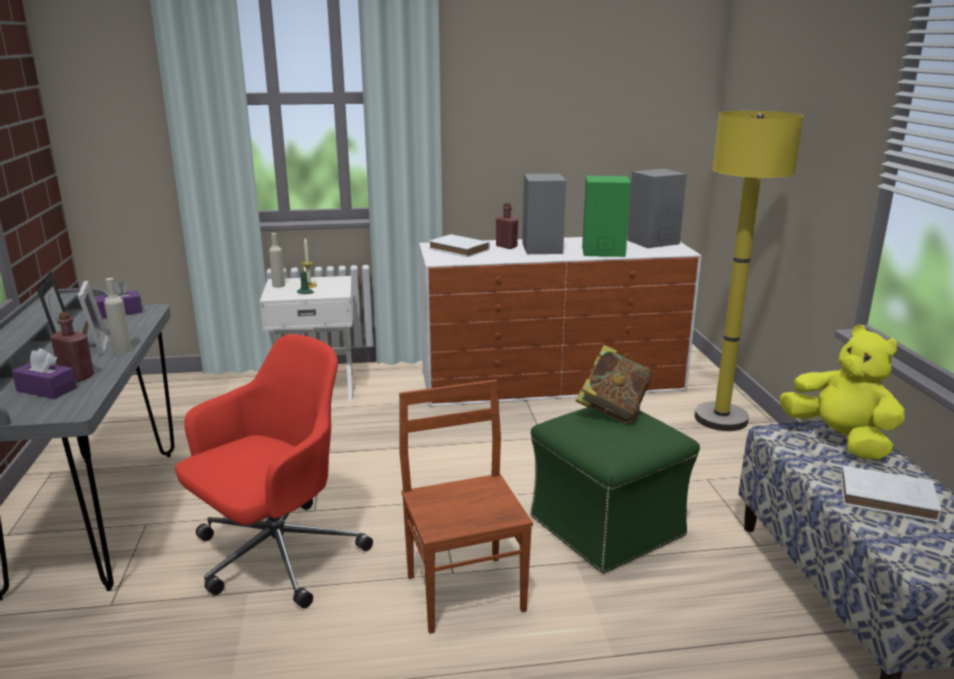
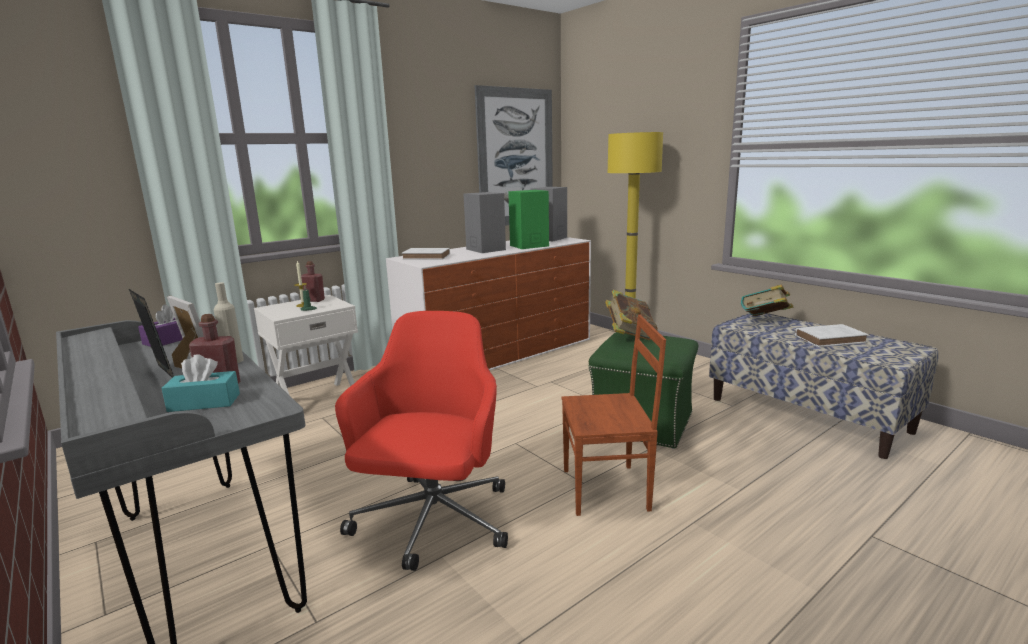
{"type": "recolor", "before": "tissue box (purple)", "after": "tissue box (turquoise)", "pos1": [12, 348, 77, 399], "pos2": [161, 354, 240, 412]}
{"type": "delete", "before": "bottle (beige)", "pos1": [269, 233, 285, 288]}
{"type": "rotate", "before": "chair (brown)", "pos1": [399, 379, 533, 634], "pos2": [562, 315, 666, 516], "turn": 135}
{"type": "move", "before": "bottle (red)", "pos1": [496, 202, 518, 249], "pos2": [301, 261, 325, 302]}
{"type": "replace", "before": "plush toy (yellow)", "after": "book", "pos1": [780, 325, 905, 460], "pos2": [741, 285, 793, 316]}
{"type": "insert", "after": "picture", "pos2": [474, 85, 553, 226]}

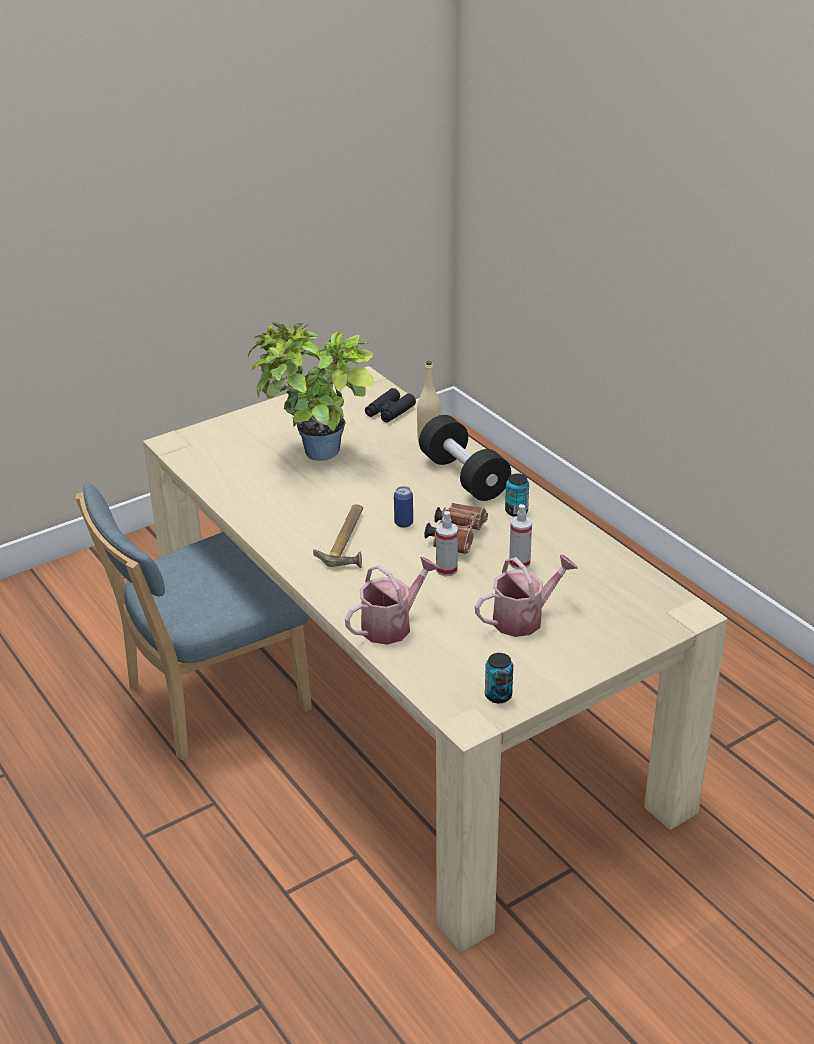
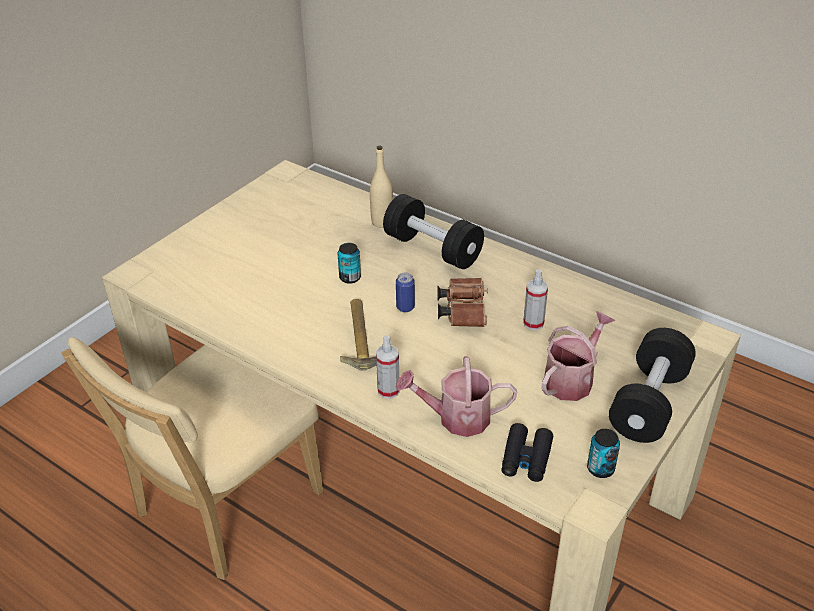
{"type": "recolor", "before": "chair (blue)", "after": "chair (beige)", "pos1": [76, 482, 312, 760], "pos2": [62, 337, 324, 580]}
{"type": "delete", "before": "potted plant", "pos1": [248, 322, 375, 461]}
{"type": "rotate", "before": "watering can", "pos1": [345, 557, 440, 645], "pos2": [396, 356, 517, 437], "turn": -120}
{"type": "move", "before": "binoculars (black)", "pos1": [365, 388, 416, 423], "pos2": [501, 423, 553, 482]}
{"type": "move", "before": "spray bottle", "pos1": [436, 511, 458, 576], "pos2": [376, 335, 400, 399]}
{"type": "move", "before": "can", "pos1": [505, 474, 529, 517], "pos2": [337, 243, 361, 284]}
{"type": "insert", "after": "dumbbell (black)", "pos2": [609, 328, 696, 443]}

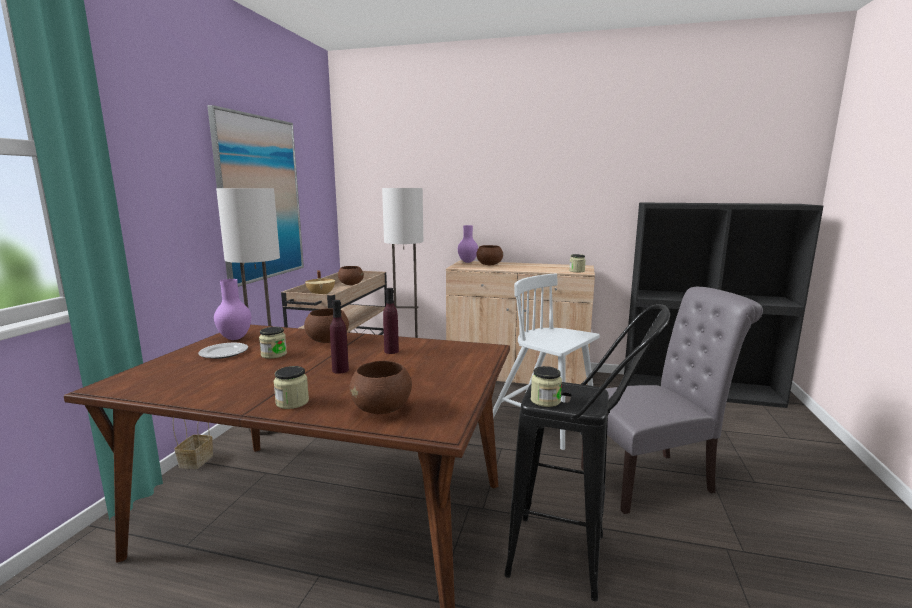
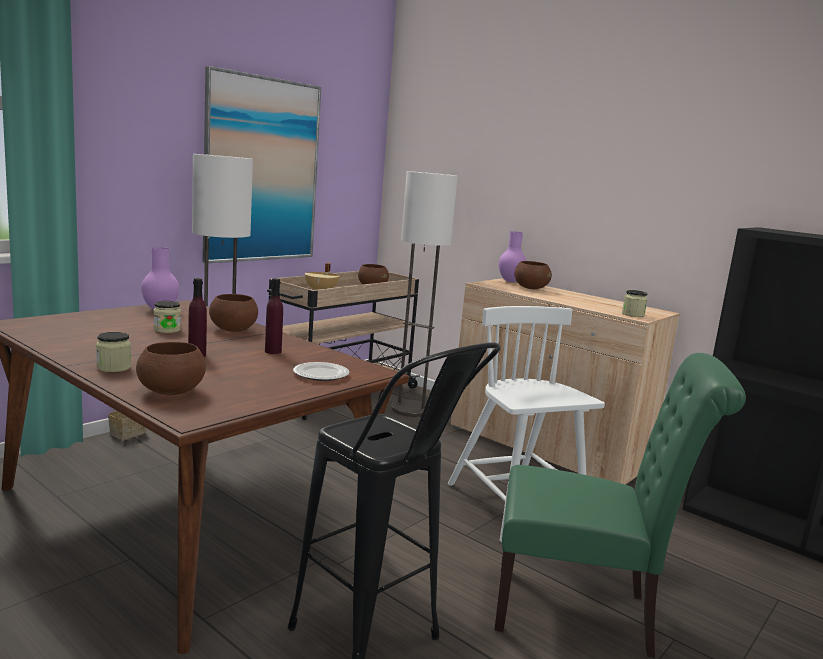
{"type": "move", "before": "plate", "pos1": [198, 343, 248, 359], "pos2": [293, 362, 350, 381]}
{"type": "delete", "before": "jar", "pos1": [531, 366, 562, 407]}
{"type": "recolor", "before": "chair (grey)", "after": "chair (green)", "pos1": [581, 287, 763, 514], "pos2": [494, 353, 746, 658]}

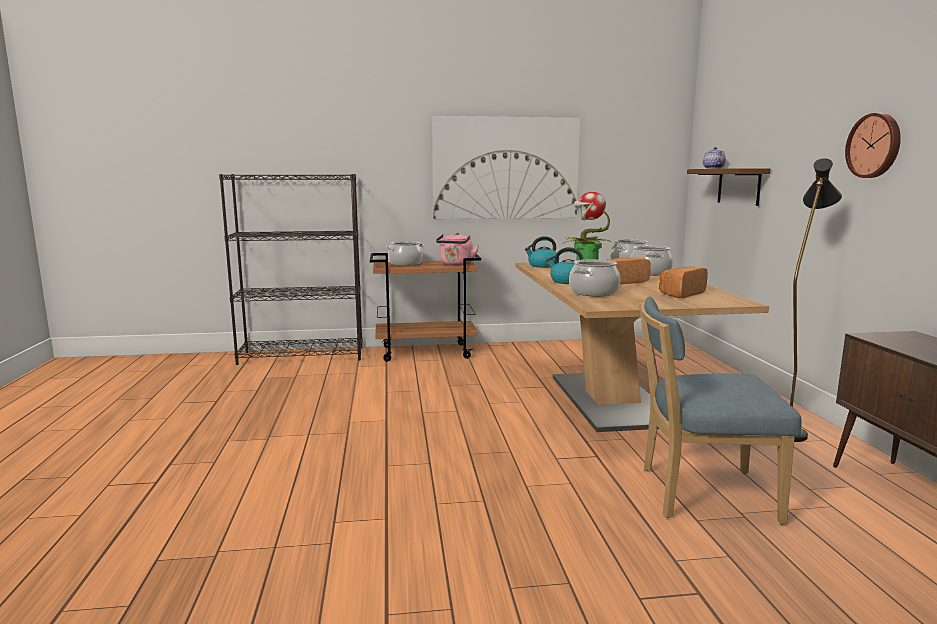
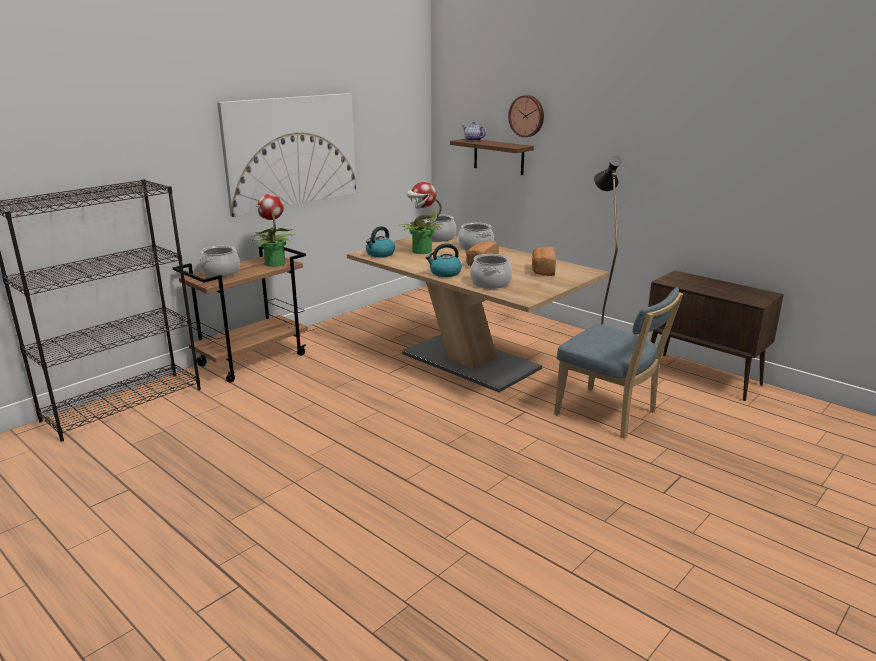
{"type": "replace", "before": "kettle (pink)", "after": "potted plant", "pos1": [436, 232, 479, 266], "pos2": [252, 194, 294, 267]}
{"type": "rotate", "before": "chair (blue)", "pos1": [639, 296, 801, 525], "pos2": [554, 288, 683, 439], "turn": -105}
{"type": "move", "before": "wall clock", "pos1": [845, 113, 901, 178], "pos2": [508, 95, 544, 137]}

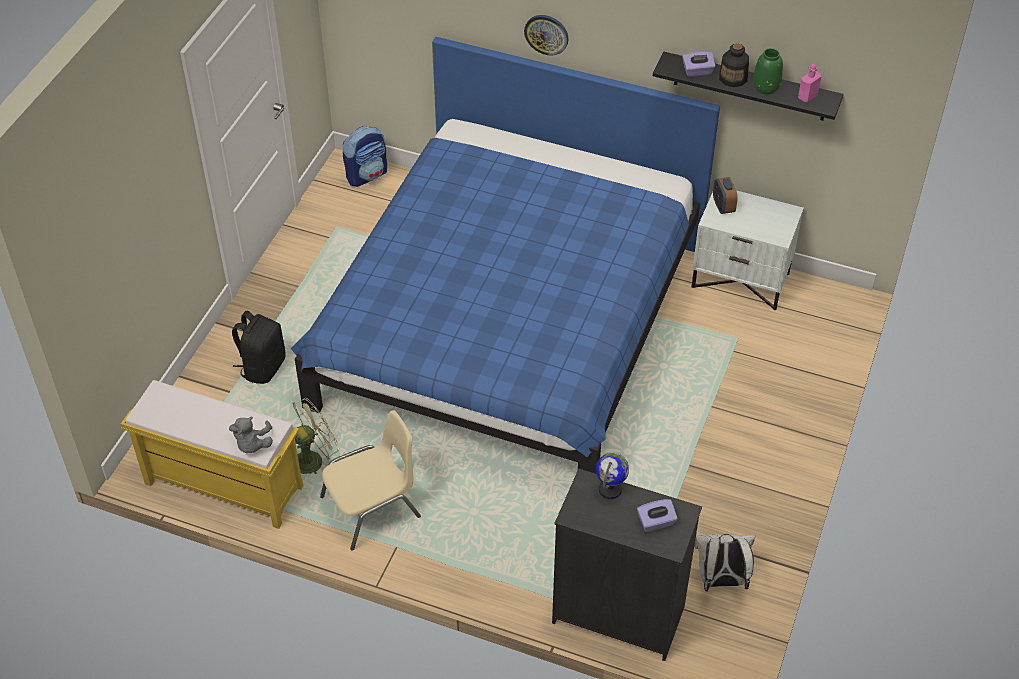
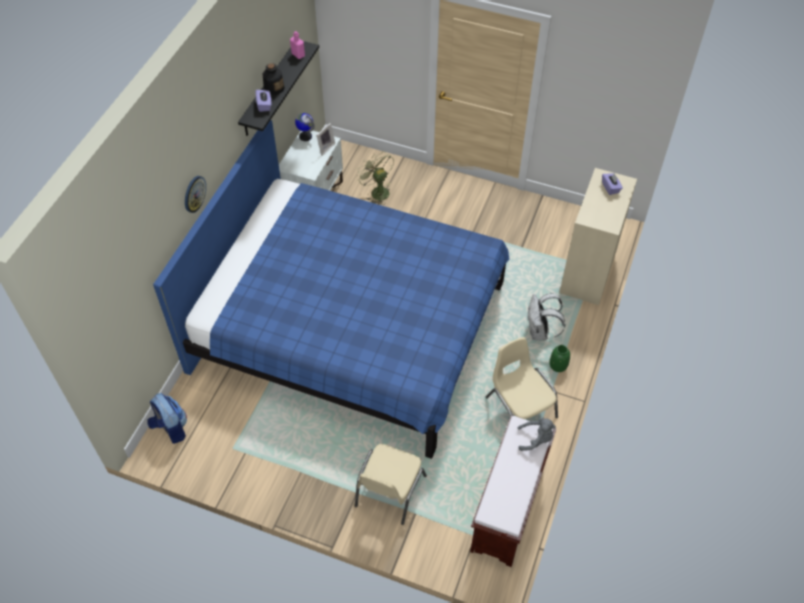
{"type": "recolor", "before": "bench (yellow)", "after": "bench (brown)", "pos1": [121, 380, 303, 529], "pos2": [470, 415, 557, 567]}
{"type": "replace", "before": "backpack (black)", "after": "chair (beige)", "pos1": [232, 311, 286, 384], "pos2": [355, 444, 427, 525]}
{"type": "move", "before": "fan (green)", "pos1": [293, 398, 340, 474], "pos2": [356, 151, 394, 205]}
{"type": "recolor", "before": "dresser (black)", "after": "dresser (beige)", "pos1": [552, 469, 702, 661], "pos2": [559, 168, 637, 305]}
{"type": "move", "before": "globe", "pos1": [596, 453, 629, 499], "pos2": [295, 113, 315, 141]}
{"type": "move", "before": "backpack (white)", "pos1": [694, 534, 756, 591], "pos2": [527, 293, 565, 340]}
{"type": "delete", "before": "alarm clock", "pos1": [713, 177, 738, 214]}
{"type": "move", "before": "vase (green)", "pos1": [753, 48, 783, 94], "pos2": [549, 345, 570, 372]}
{"type": "insert", "after": "picture frame", "pos2": [316, 123, 335, 156]}

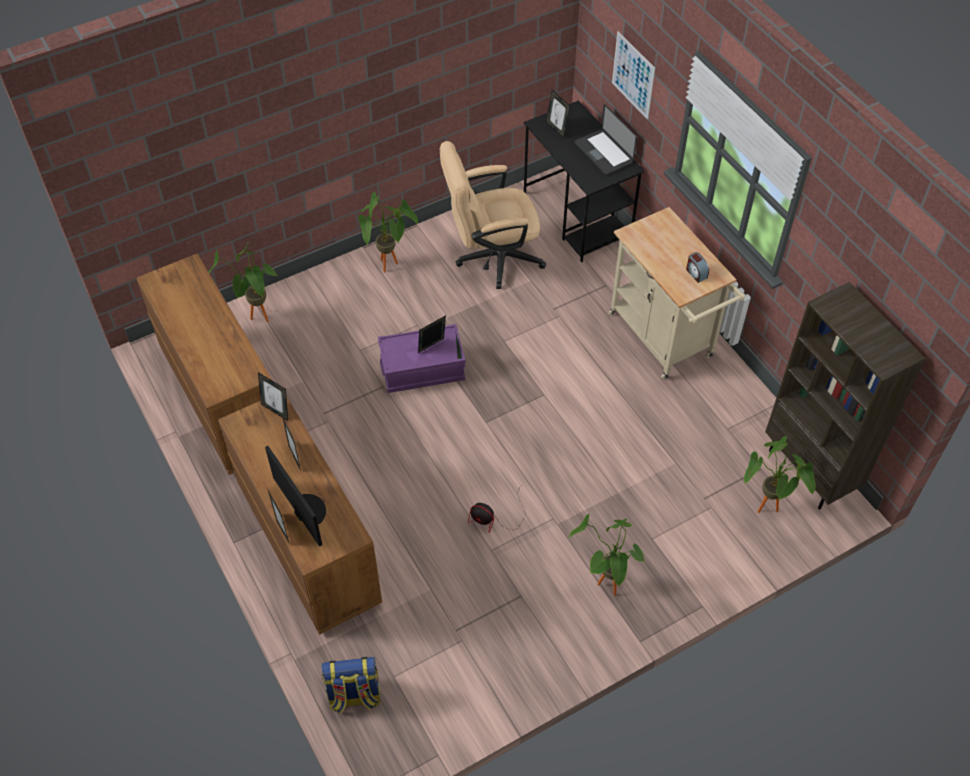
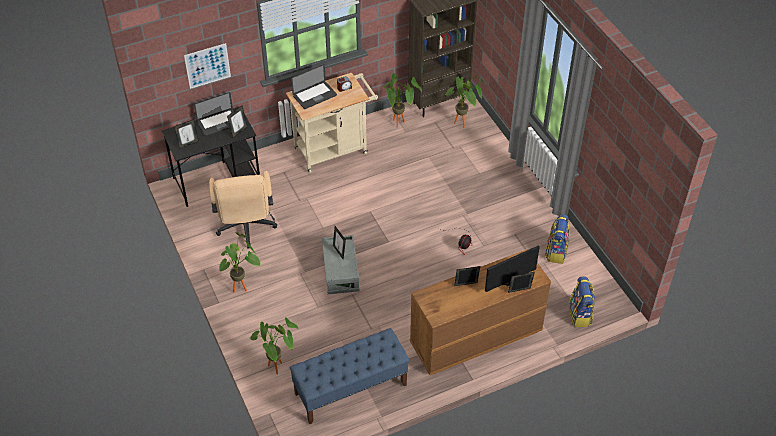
{"type": "replace", "before": "dresser (brown)", "after": "bench (blue)", "pos1": [137, 254, 272, 475], "pos2": [289, 328, 410, 424]}
{"type": "move", "before": "picture frame", "pos1": [258, 372, 288, 421], "pos2": [227, 105, 247, 138]}
{"type": "recolor", "before": "storage box (purple)", "after": "storage box (grey)", "pos1": [378, 324, 466, 393], "pos2": [322, 235, 360, 294]}
{"type": "move", "before": "potted plant", "pos1": [569, 514, 645, 596], "pos2": [383, 73, 422, 128]}
{"type": "insert", "after": "laptop", "pos2": [291, 64, 337, 109]}
{"type": "insert", "after": "backpack", "pos2": [545, 214, 570, 264]}

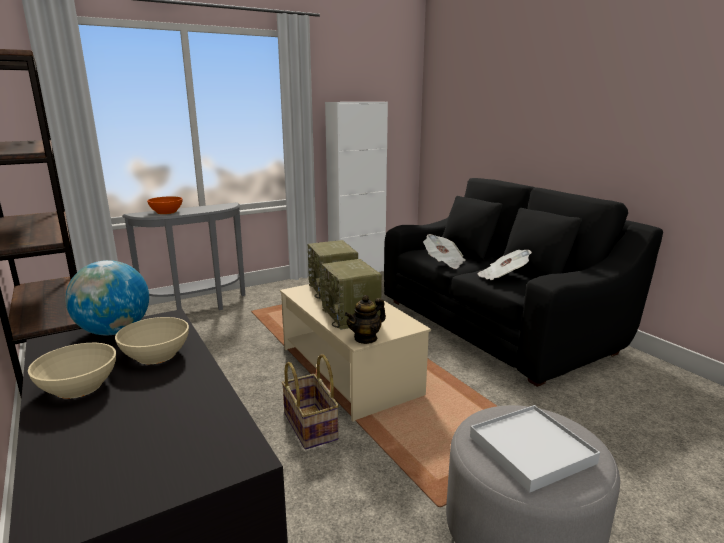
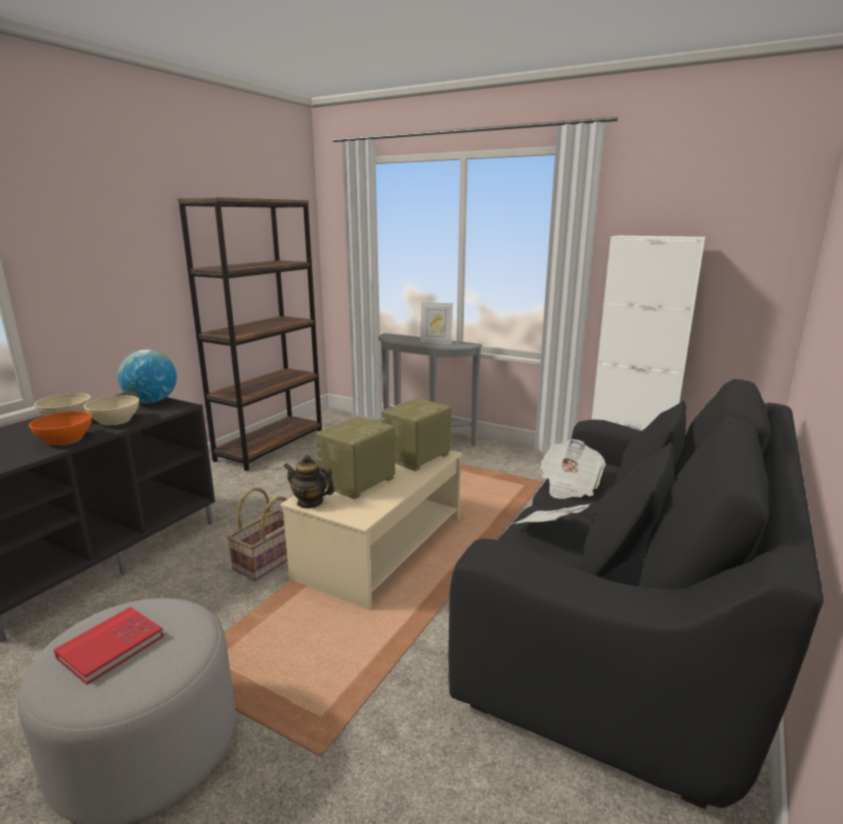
{"type": "move", "before": "bowl (orange)", "pos1": [147, 196, 182, 214], "pos2": [29, 411, 92, 445]}
{"type": "replace", "before": "tray (white)", "after": "book (red)", "pos1": [470, 405, 600, 493], "pos2": [54, 607, 164, 685]}
{"type": "insert", "after": "picture frame", "pos2": [420, 302, 453, 344]}

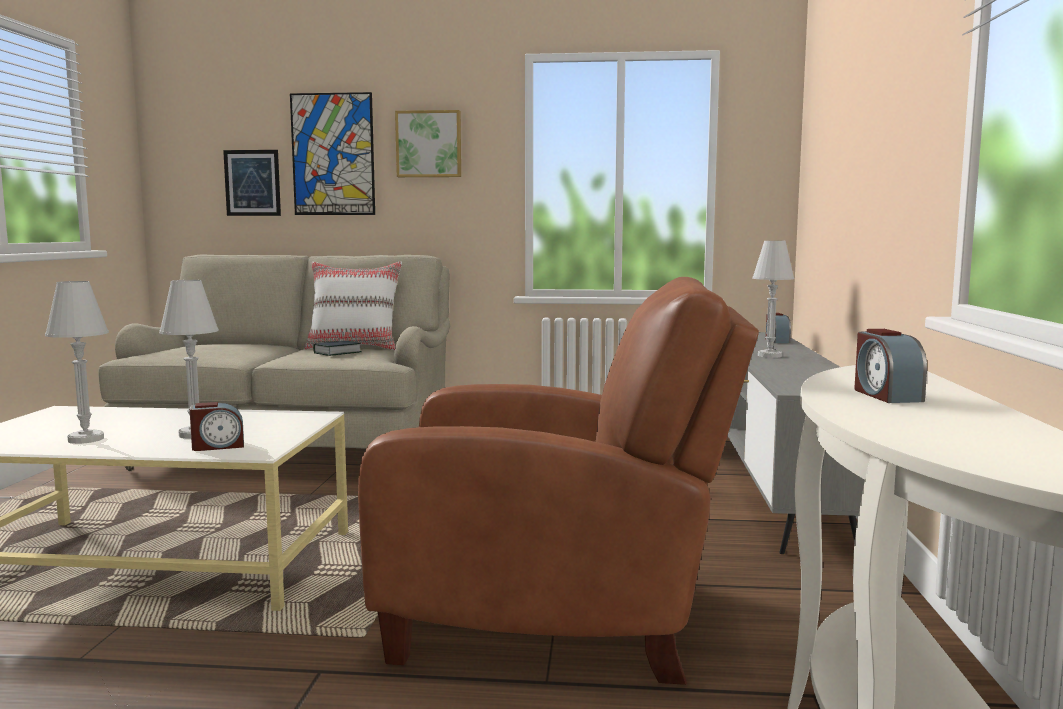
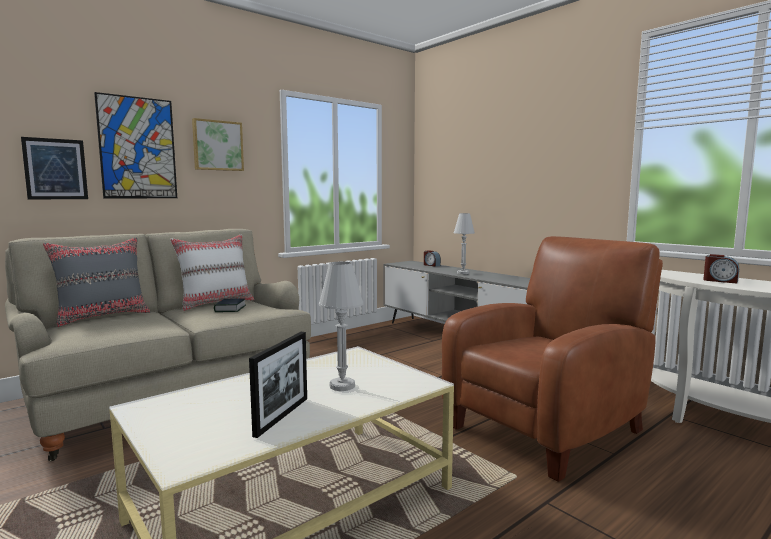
{"type": "replace", "before": "table lamp (white)", "after": "picture frame", "pos1": [45, 281, 109, 444], "pos2": [249, 332, 307, 438]}
{"type": "delete", "before": "alarm clock", "pos1": [189, 402, 244, 451]}
{"type": "insert", "after": "pillow (grey)", "pos2": [43, 237, 151, 327]}

